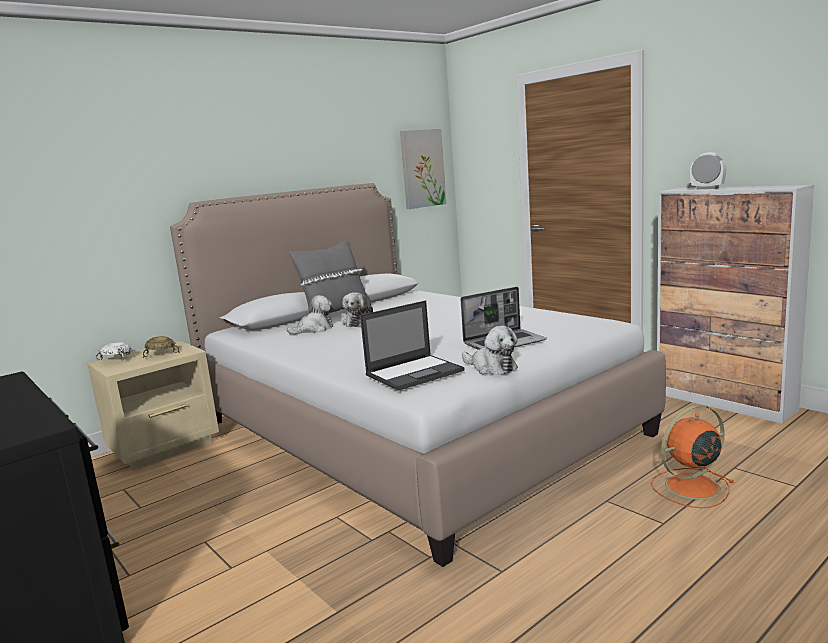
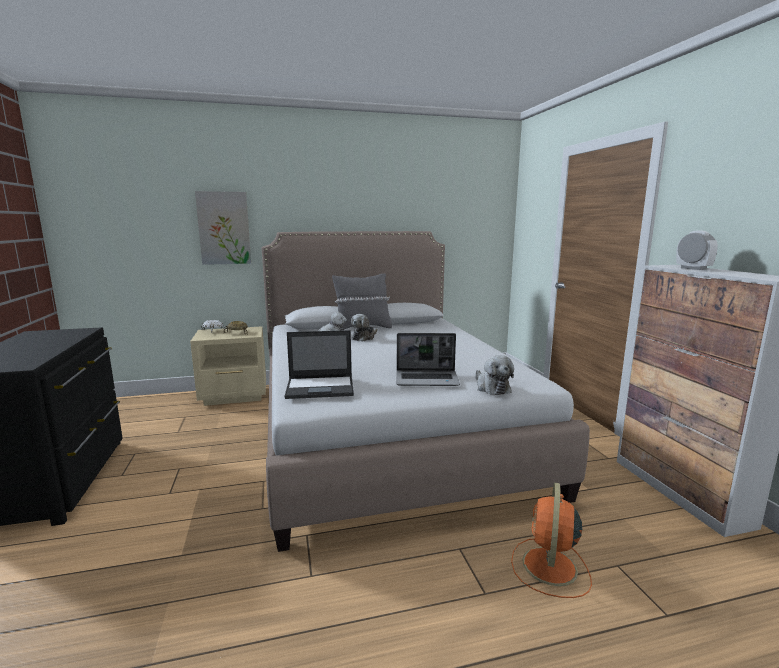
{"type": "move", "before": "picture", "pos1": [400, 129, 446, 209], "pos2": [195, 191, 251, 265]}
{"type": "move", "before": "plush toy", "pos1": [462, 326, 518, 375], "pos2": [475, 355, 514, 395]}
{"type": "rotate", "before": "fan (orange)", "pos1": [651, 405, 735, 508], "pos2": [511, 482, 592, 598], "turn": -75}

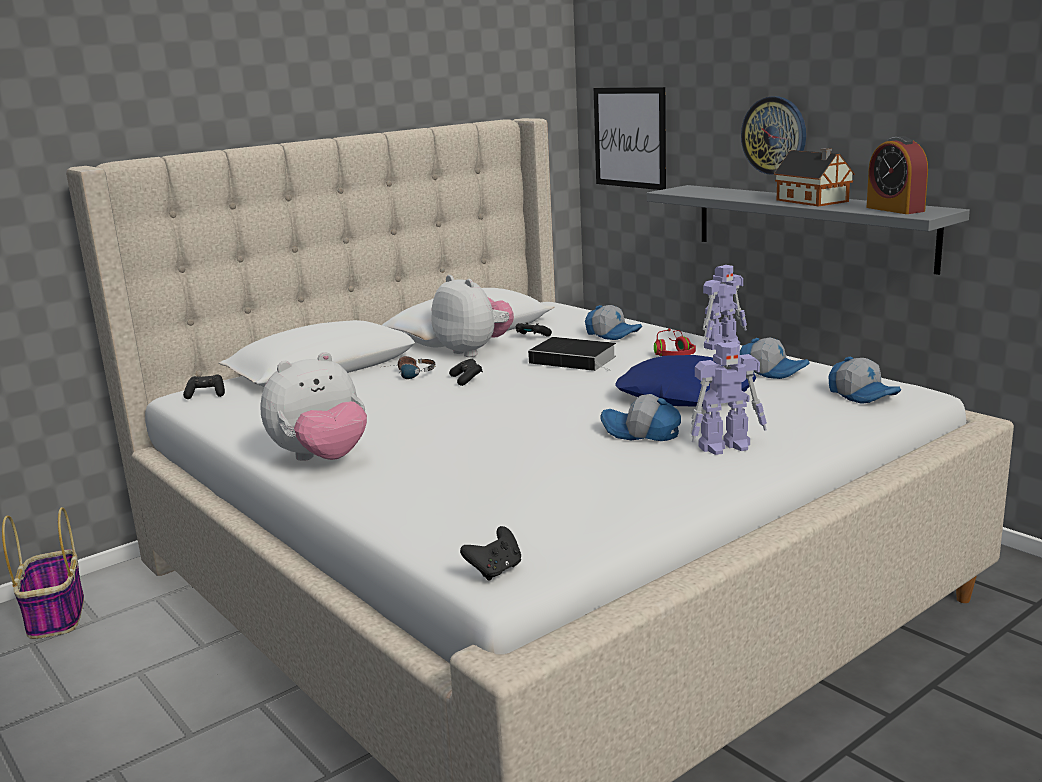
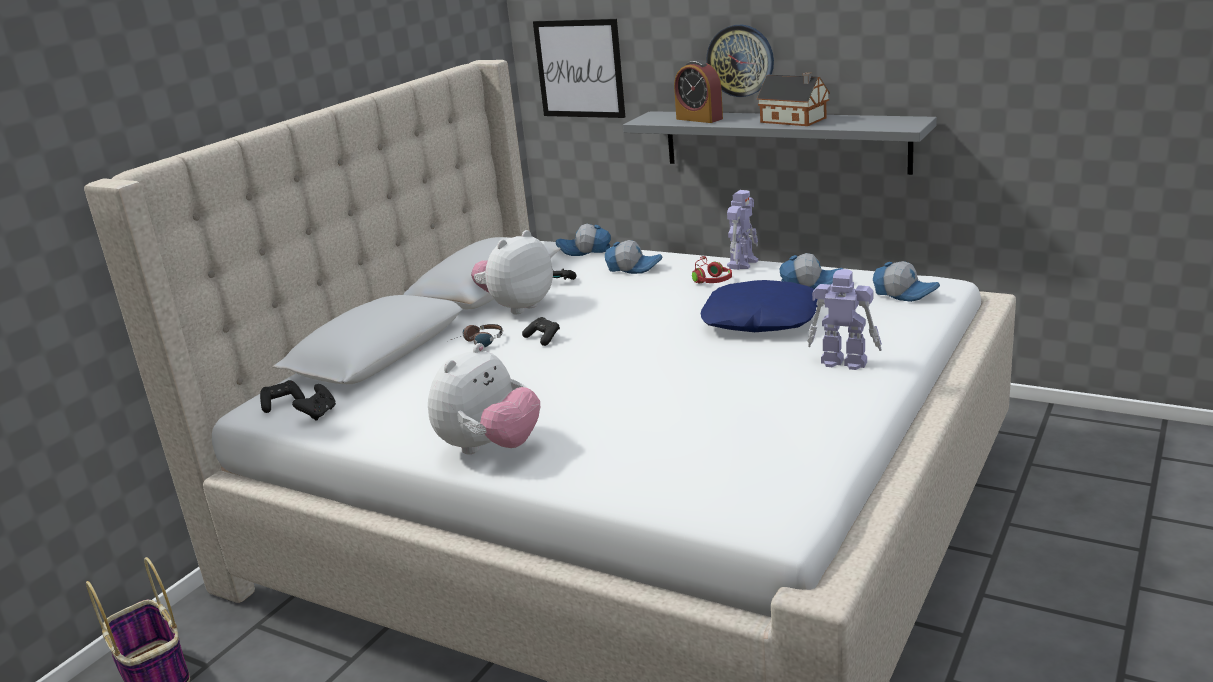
{"type": "rotate", "before": "plush toy", "pos1": [432, 275, 514, 357], "pos2": [471, 230, 553, 314], "turn": -75}
{"type": "move", "before": "game controller (black)", "pos1": [460, 526, 521, 581], "pos2": [292, 384, 336, 421]}
{"type": "delete", "before": "book", "pos1": [528, 337, 616, 371]}
{"type": "move", "before": "cap", "pos1": [601, 394, 681, 441], "pos2": [556, 224, 611, 256]}
{"type": "rotate", "before": "toy robot", "pos1": [691, 342, 767, 455], "pos2": [807, 269, 882, 370], "turn": -120}
{"type": "move", "before": "alarm clock", "pos1": [867, 136, 928, 214], "pos2": [674, 60, 723, 123]}

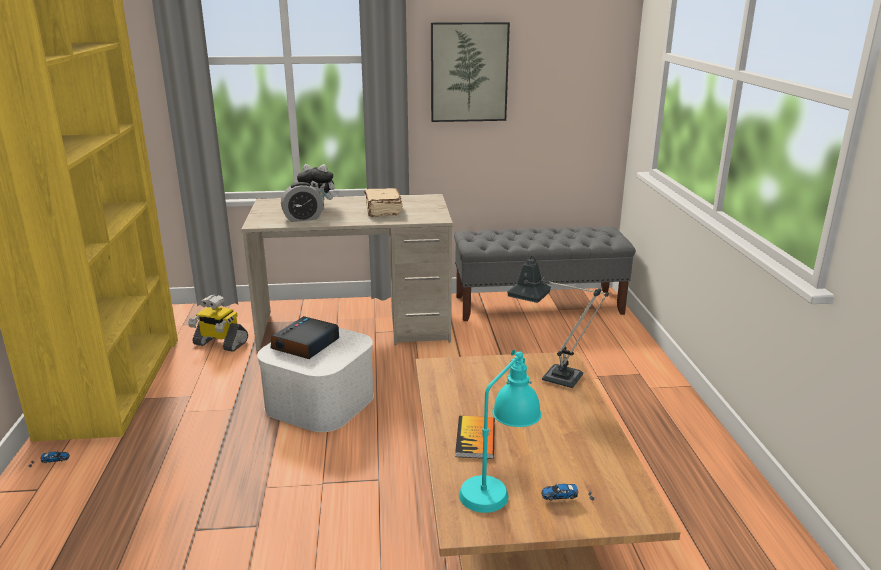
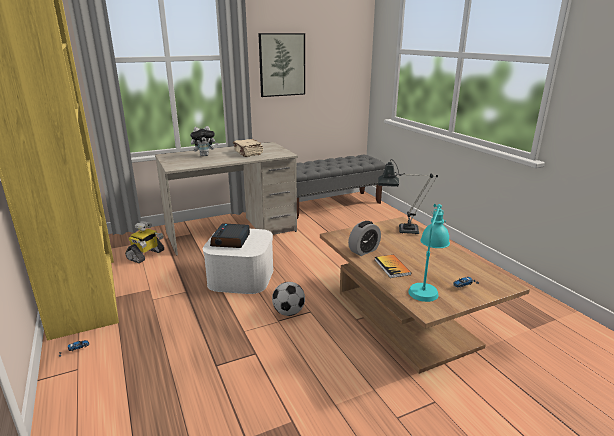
{"type": "rotate", "before": "toy robot", "pos1": [188, 294, 248, 352], "pos2": [125, 221, 165, 263], "turn": -60}
{"type": "move", "before": "alarm clock", "pos1": [281, 182, 323, 222], "pos2": [348, 221, 381, 256]}
{"type": "insert", "after": "football", "pos2": [272, 282, 305, 316]}

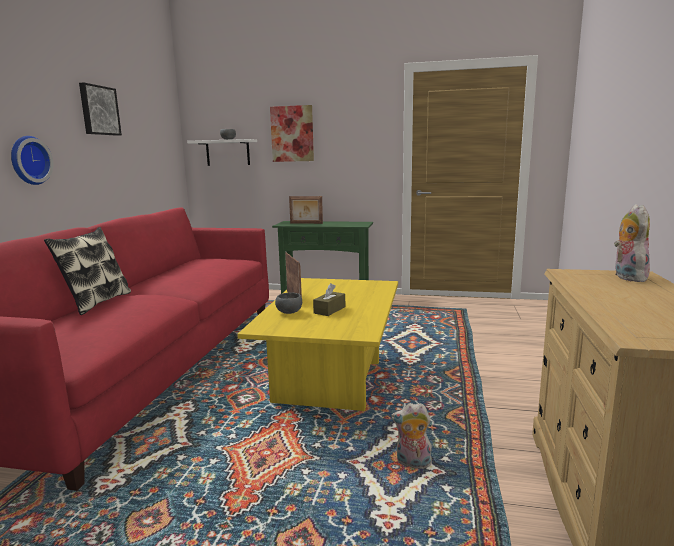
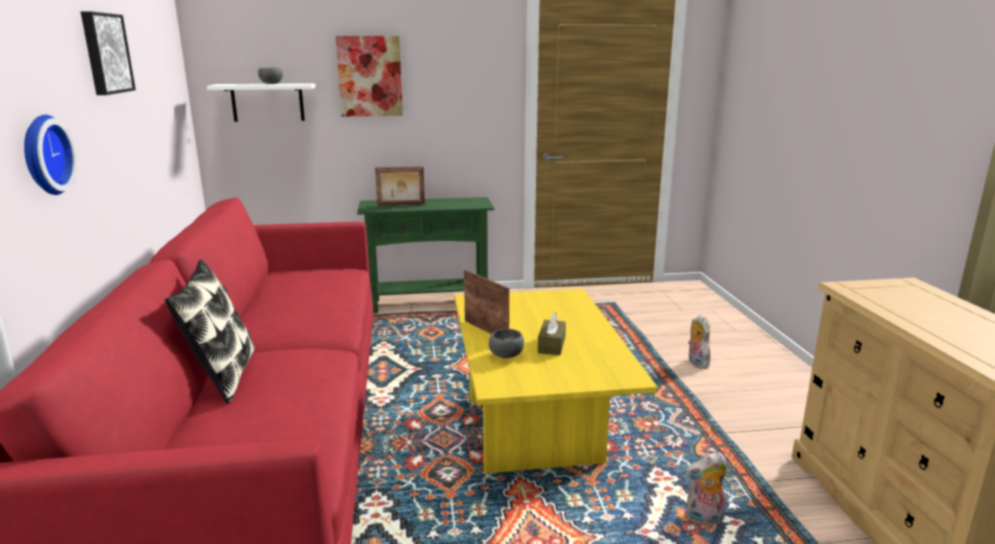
{"type": "move", "before": "plush toy", "pos1": [614, 204, 650, 282], "pos2": [688, 315, 711, 369]}

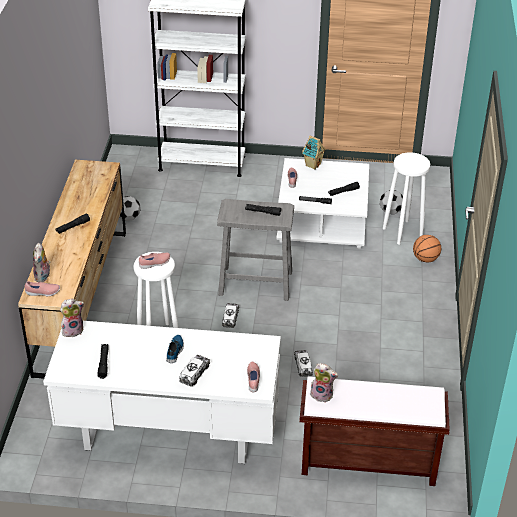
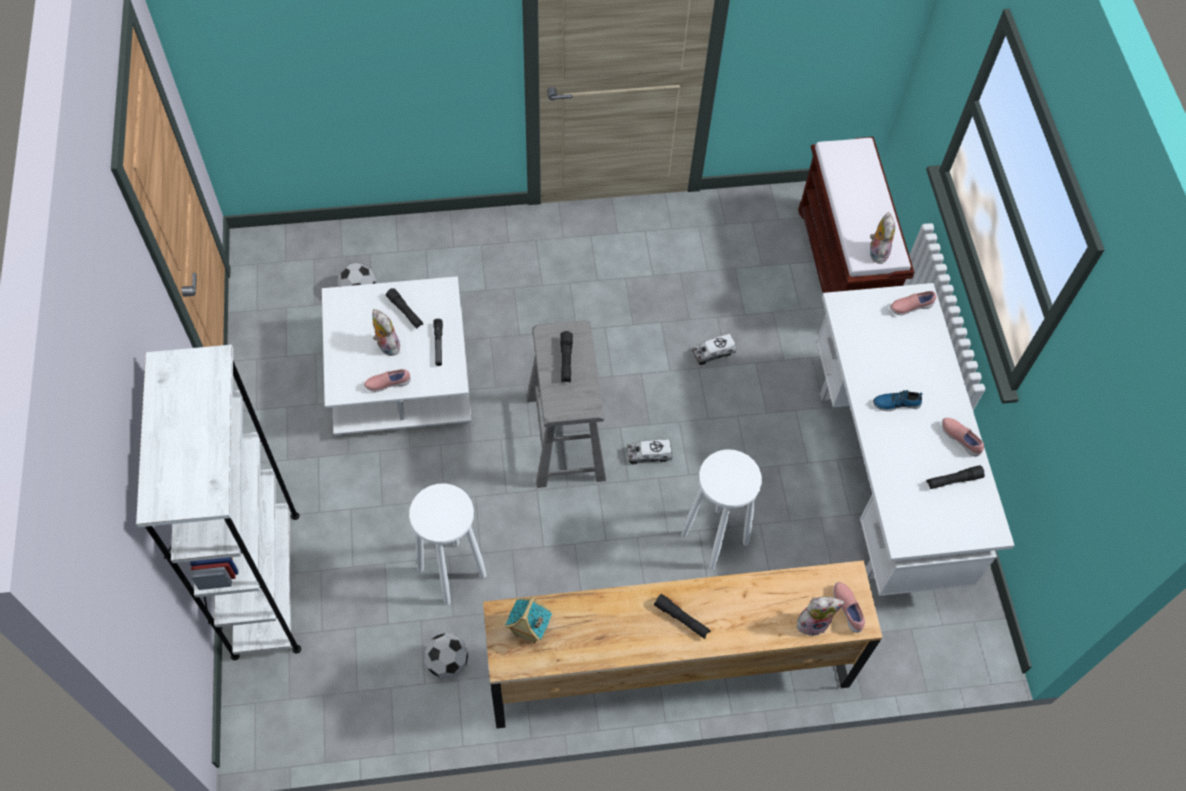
{"type": "move", "before": "plush toy", "pos1": [60, 298, 84, 337], "pos2": [372, 309, 400, 356]}
{"type": "move", "before": "shoe (pink)", "pos1": [139, 252, 170, 269], "pos2": [942, 418, 984, 457]}
{"type": "delete", "before": "toy truck", "pos1": [179, 355, 210, 387]}
{"type": "move", "before": "toy house", "pos1": [302, 135, 326, 170], "pos2": [505, 596, 552, 644]}
{"type": "move", "before": "stool (white)", "pos1": [383, 152, 430, 245], "pos2": [409, 484, 486, 605]}
{"type": "delete", "before": "basketball", "pos1": [413, 235, 441, 262]}

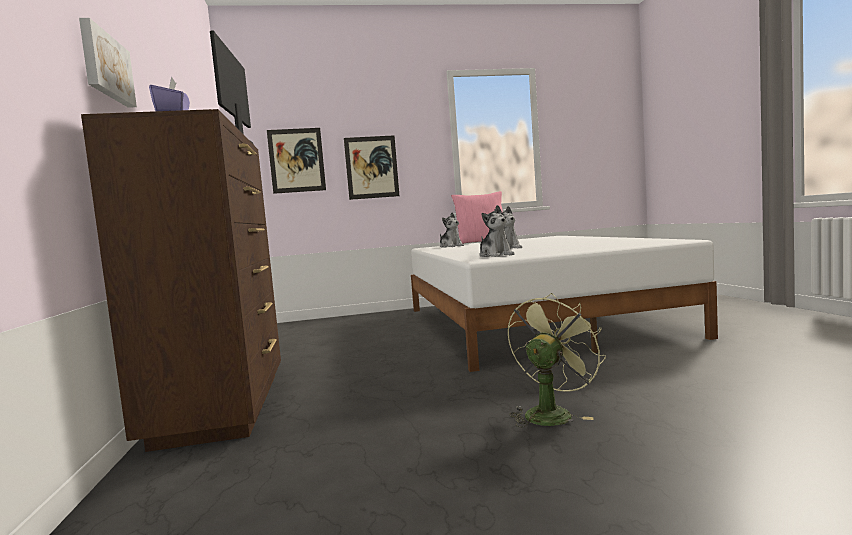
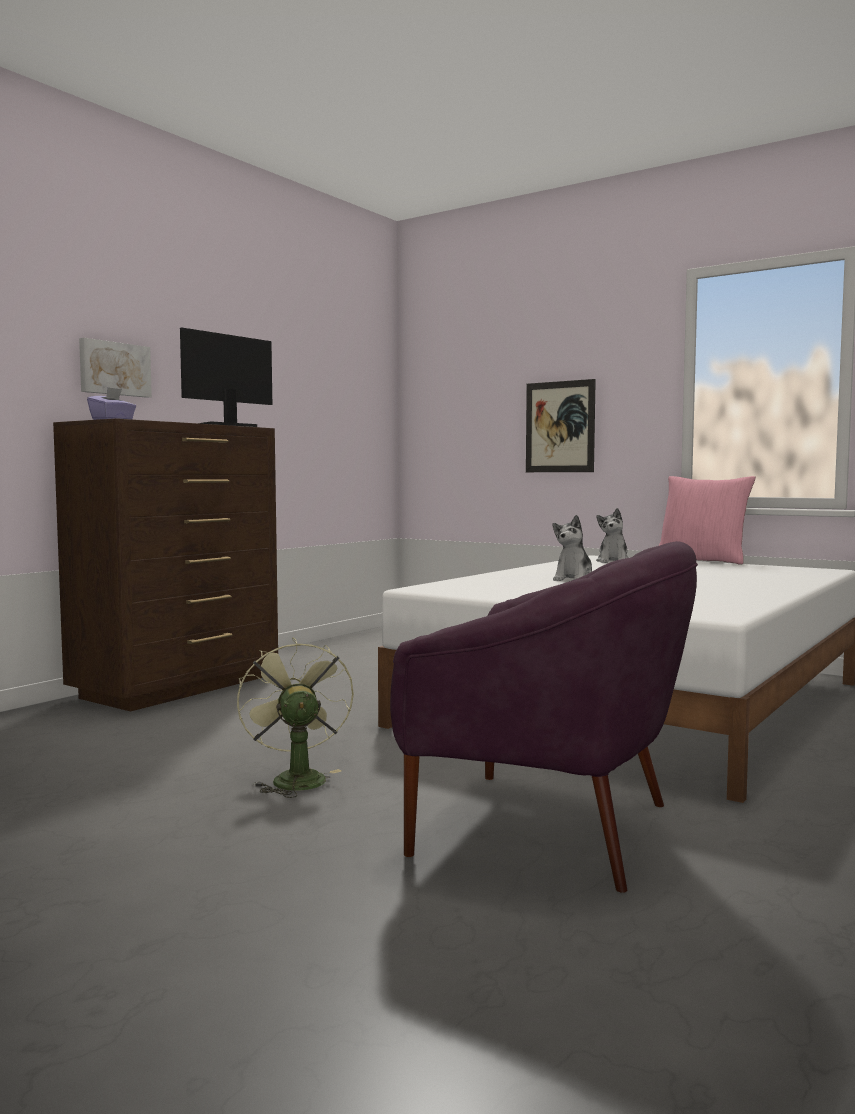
{"type": "delete", "before": "picture", "pos1": [267, 128, 326, 194]}
{"type": "delete", "before": "plush toy", "pos1": [480, 205, 515, 257]}
{"type": "rotate", "before": "fan (green)", "pos1": [508, 293, 606, 428], "pos2": [237, 637, 354, 798], "turn": -105}
{"type": "insert", "after": "armchair (purple)", "pos2": [390, 541, 698, 893]}

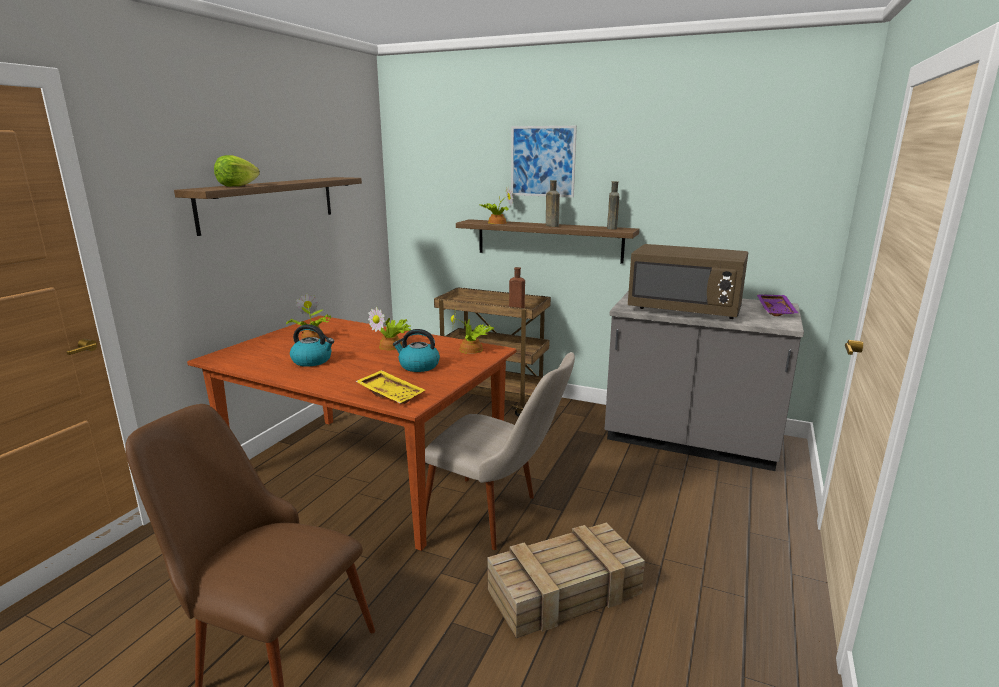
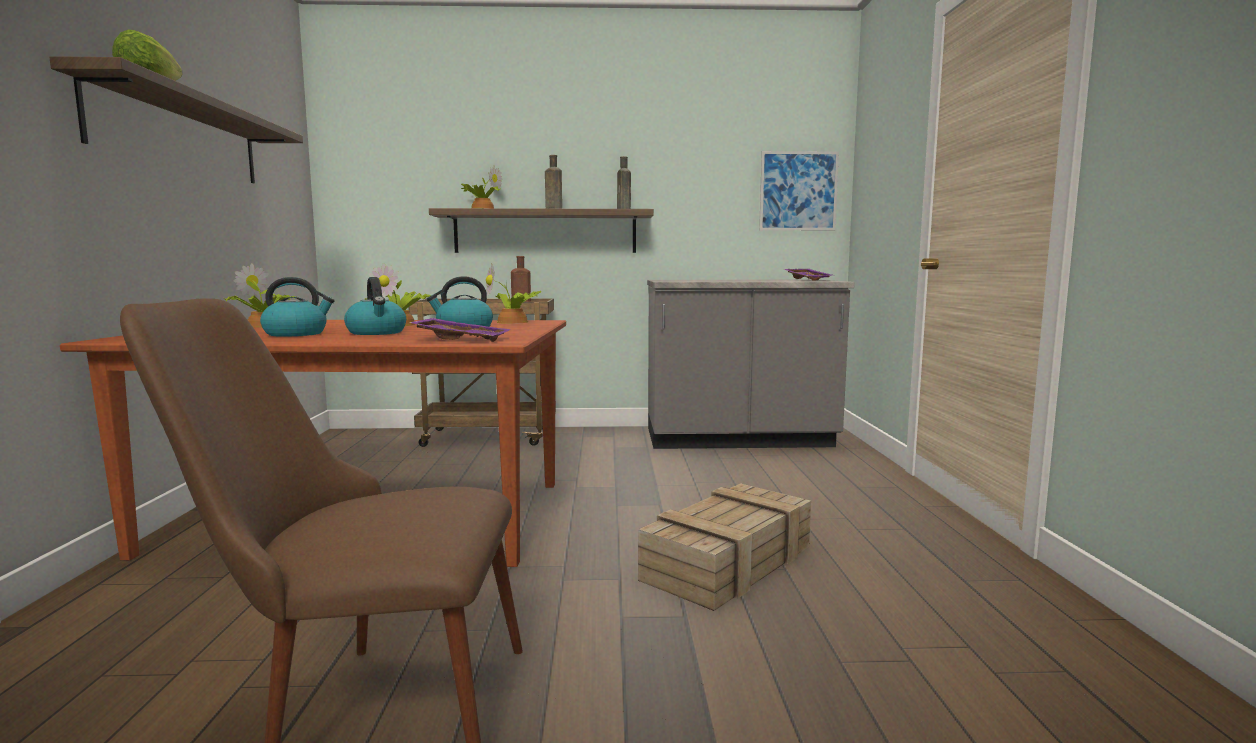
{"type": "recolor", "before": "tray (yellow)", "after": "tray (purple)", "pos1": [355, 370, 425, 404], "pos2": [409, 318, 511, 342]}
{"type": "delete", "before": "chair (beige)", "pos1": [425, 352, 575, 550]}
{"type": "move", "before": "picture", "pos1": [511, 126, 577, 197], "pos2": [759, 151, 839, 231]}
{"type": "delete", "before": "microwave (brown)", "pos1": [628, 244, 748, 319]}
{"type": "insert", "after": "kettle", "pos2": [344, 277, 406, 335]}

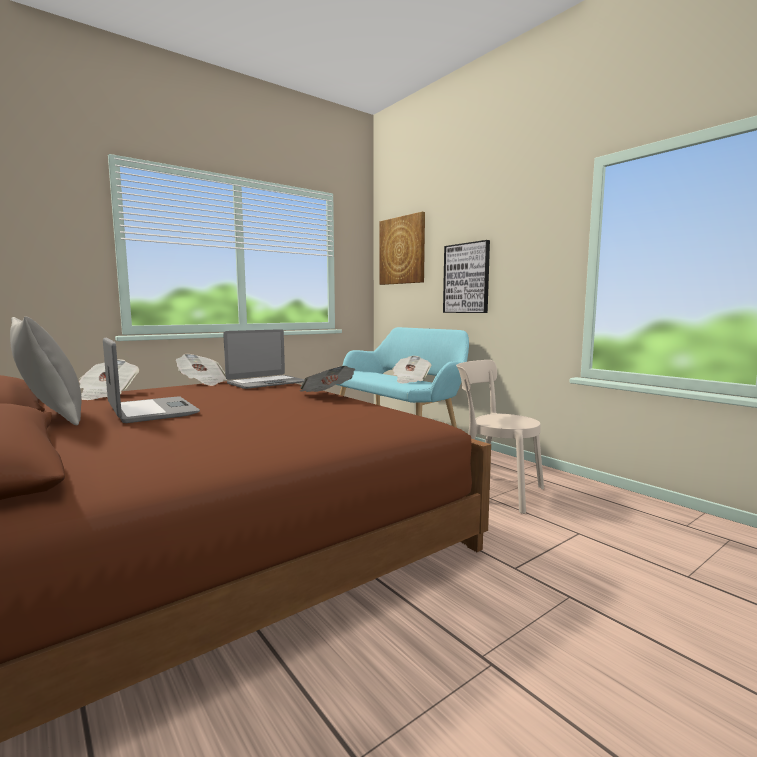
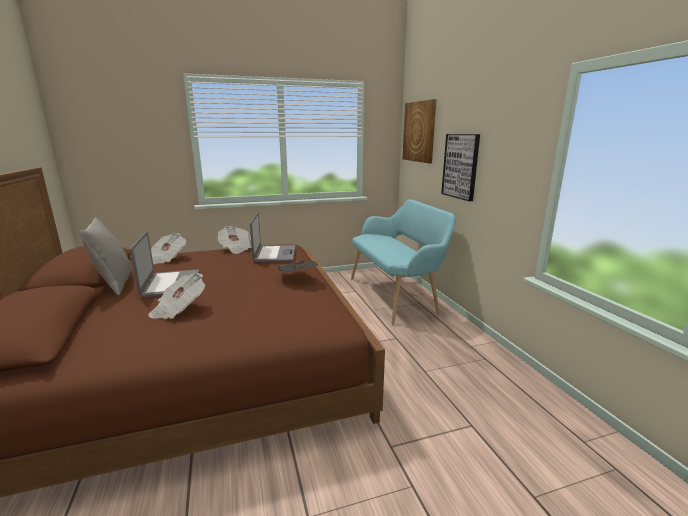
{"type": "rotate", "before": "laptop", "pos1": [223, 329, 305, 389], "pos2": [250, 212, 295, 262], "turn": -75}
{"type": "move", "before": "newspaper", "pos1": [393, 356, 431, 383], "pos2": [148, 273, 205, 319]}
{"type": "delete", "before": "chair (beige)", "pos1": [456, 360, 544, 514]}

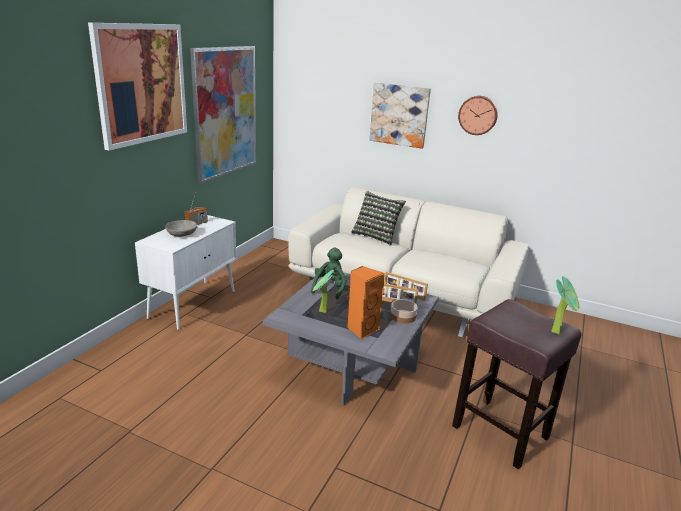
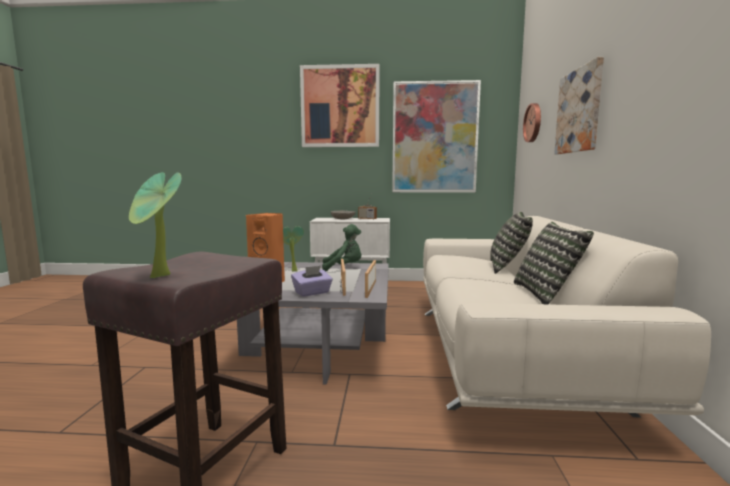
{"type": "replace", "before": "bowl", "after": "tissue box (purple)", "pos1": [390, 299, 418, 323], "pos2": [291, 266, 333, 297]}
{"type": "move", "before": "wall clock", "pos1": [458, 96, 498, 135], "pos2": [523, 103, 541, 142]}
{"type": "insert", "after": "pillow", "pos2": [514, 222, 594, 304]}

